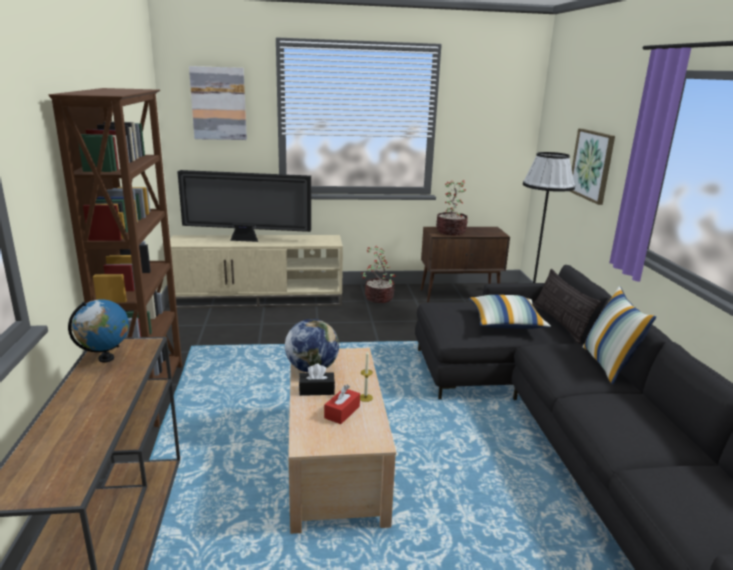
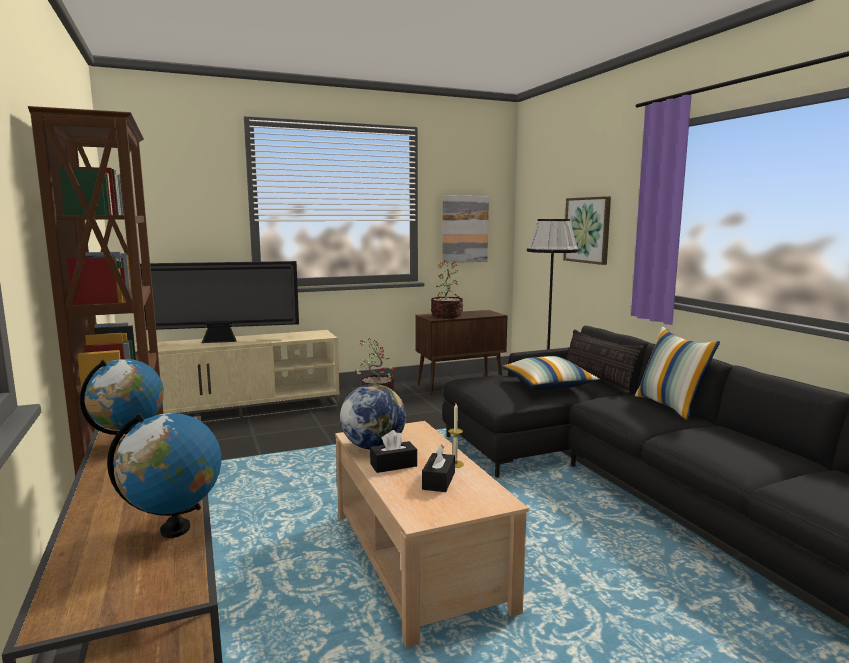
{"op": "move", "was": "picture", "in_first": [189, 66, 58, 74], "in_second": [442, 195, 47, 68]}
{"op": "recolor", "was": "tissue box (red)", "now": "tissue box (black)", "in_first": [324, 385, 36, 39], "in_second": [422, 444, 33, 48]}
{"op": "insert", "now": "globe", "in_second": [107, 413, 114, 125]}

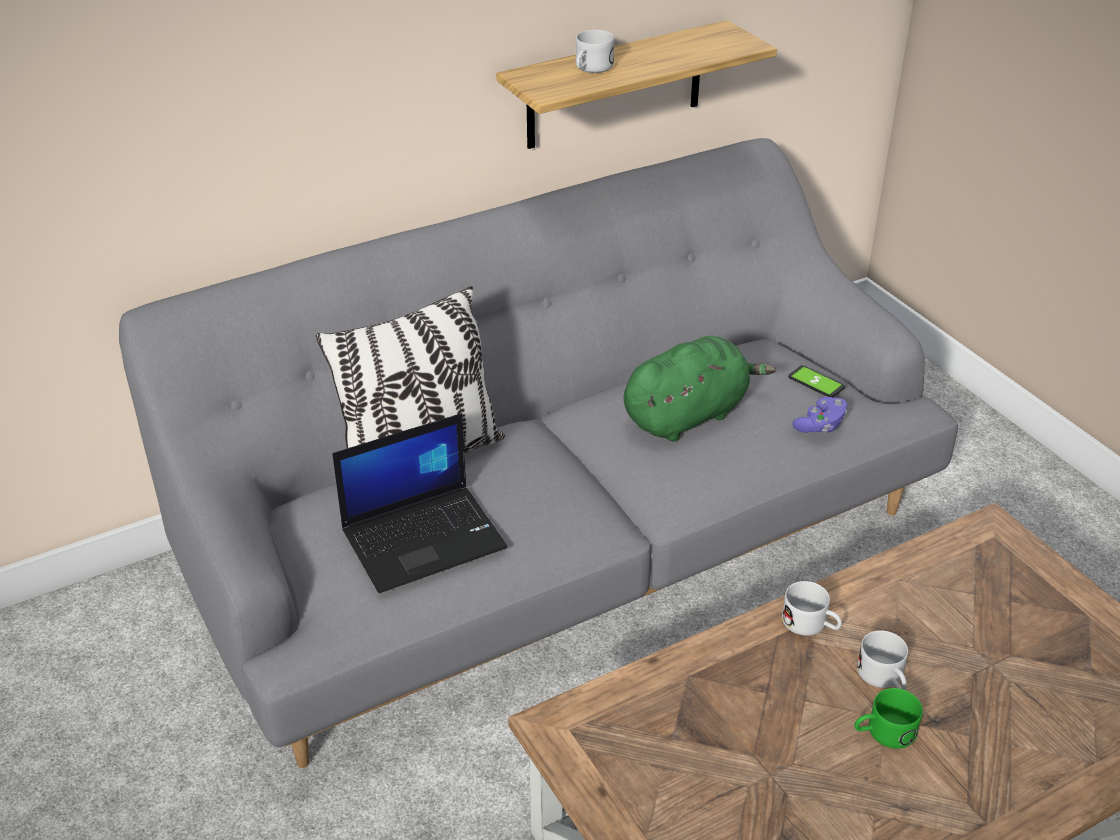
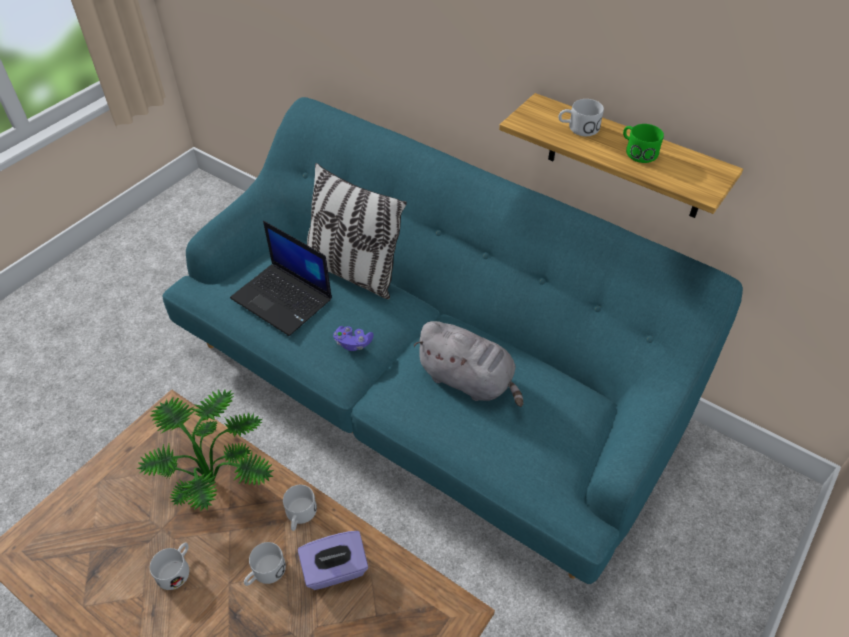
{"op": "recolor", "was": "sofa (grey)", "now": "sofa (turquoise)", "in_first": [119, 138, 839, 630], "in_second": [162, 97, 581, 487]}
{"op": "recolor", "was": "plush toy (green)", "now": "plush toy (grey)", "in_first": [623, 336, 153, 106], "in_second": [413, 321, 110, 86]}
{"op": "delete", "was": "phone", "in_first": [788, 365, 57, 32]}
{"op": "move", "was": "game controller (purple)", "in_first": [792, 397, 55, 36], "in_second": [333, 326, 41, 25]}
{"op": "move", "was": "mug (green)", "in_first": [855, 688, 68, 61], "in_second": [623, 124, 41, 39]}
{"op": "insert", "now": "potted plant", "in_second": [137, 390, 137, 122]}
{"op": "insert", "now": "mug (white)", "in_second": [150, 543, 39, 47]}
{"op": "insert", "now": "tissue box (purple)", "in_second": [298, 531, 70, 59]}

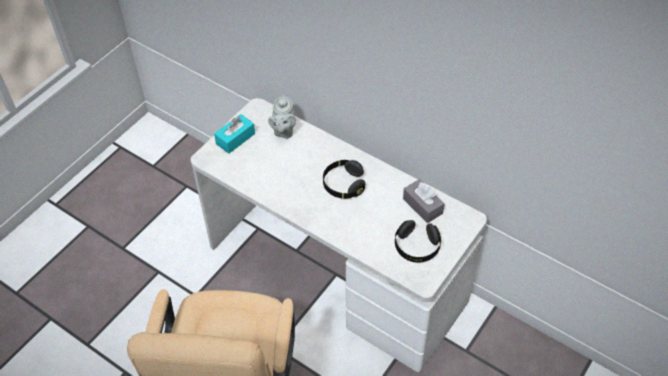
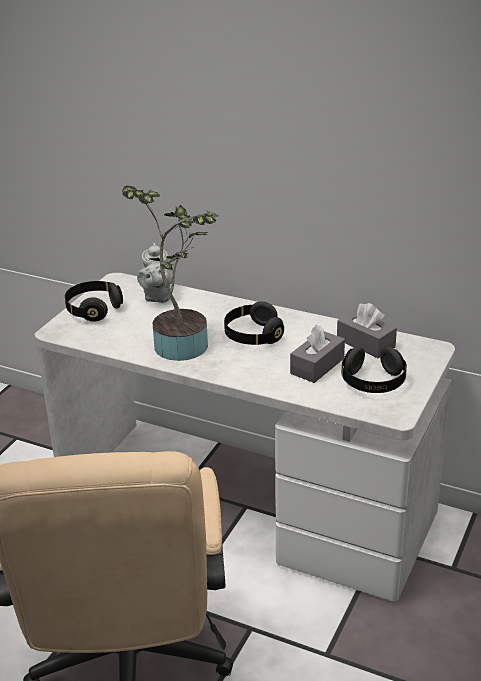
{"op": "replace", "was": "tissue box (turquoise)", "now": "headphones (black)", "in_first": [214, 114, 41, 40], "in_second": [65, 281, 58, 41]}
{"op": "insert", "now": "potted plant", "in_second": [122, 186, 97, 175]}
{"op": "insert", "now": "tissue box (grey)", "in_second": [290, 325, 55, 58]}

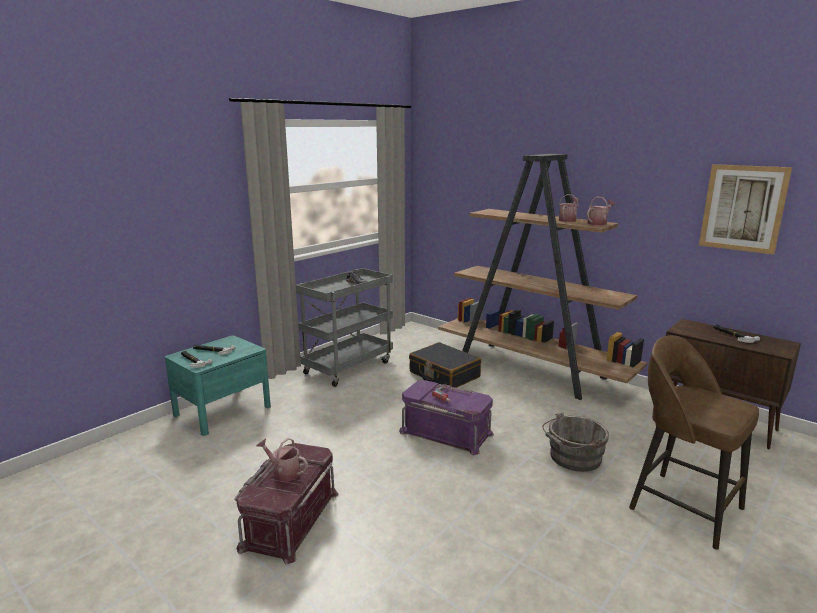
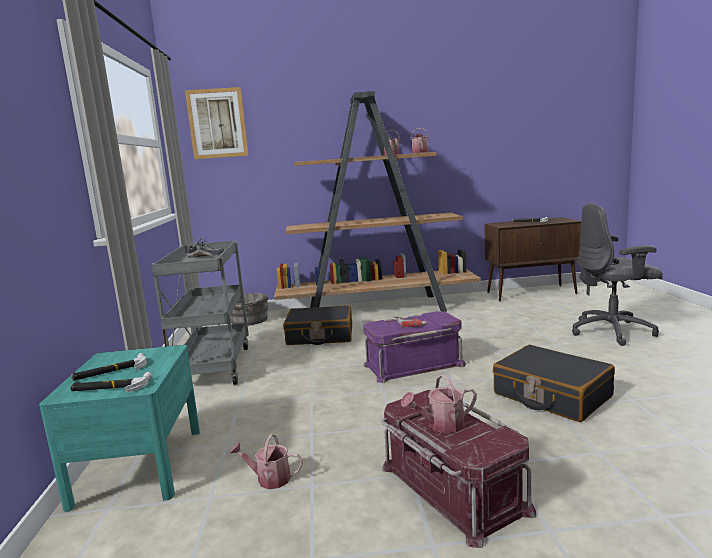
{"op": "move", "was": "bucket (grey)", "in_first": [542, 412, 67, 60], "in_second": [230, 293, 38, 33]}
{"op": "replace", "was": "stool (brown)", "now": "office chair (grey)", "in_first": [629, 335, 130, 215], "in_second": [572, 203, 91, 143]}
{"op": "move", "was": "picture", "in_first": [699, 164, 93, 91], "in_second": [185, 87, 64, 72]}
{"op": "insert", "now": "watering can", "in_second": [230, 434, 73, 55]}
{"op": "insert", "now": "suitcase (black)", "in_second": [493, 345, 122, 77]}

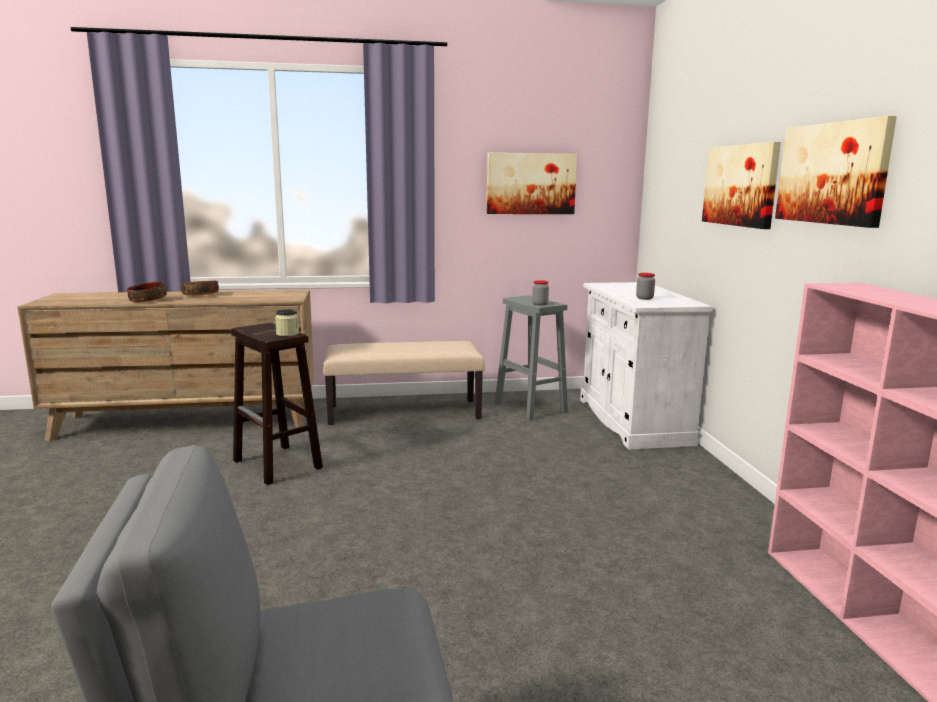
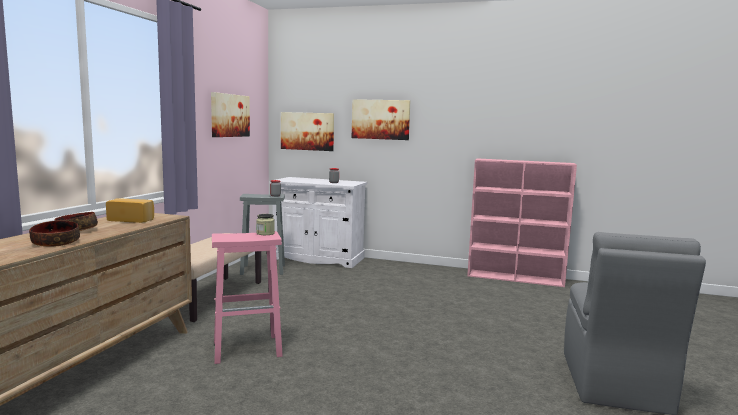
{"op": "recolor", "was": "stool (brown)", "now": "stool (pink)", "in_first": [231, 323, 92, 162], "in_second": [212, 231, 71, 133]}
{"op": "move", "was": "picture", "in_first": [775, 116, 122, 112], "in_second": [281, 112, 53, 39]}
{"op": "insert", "now": "bread", "in_second": [106, 198, 48, 25]}

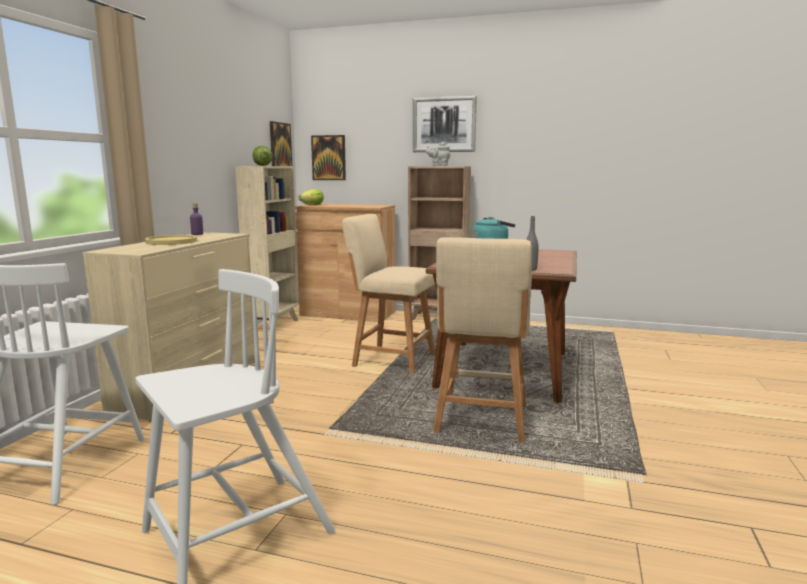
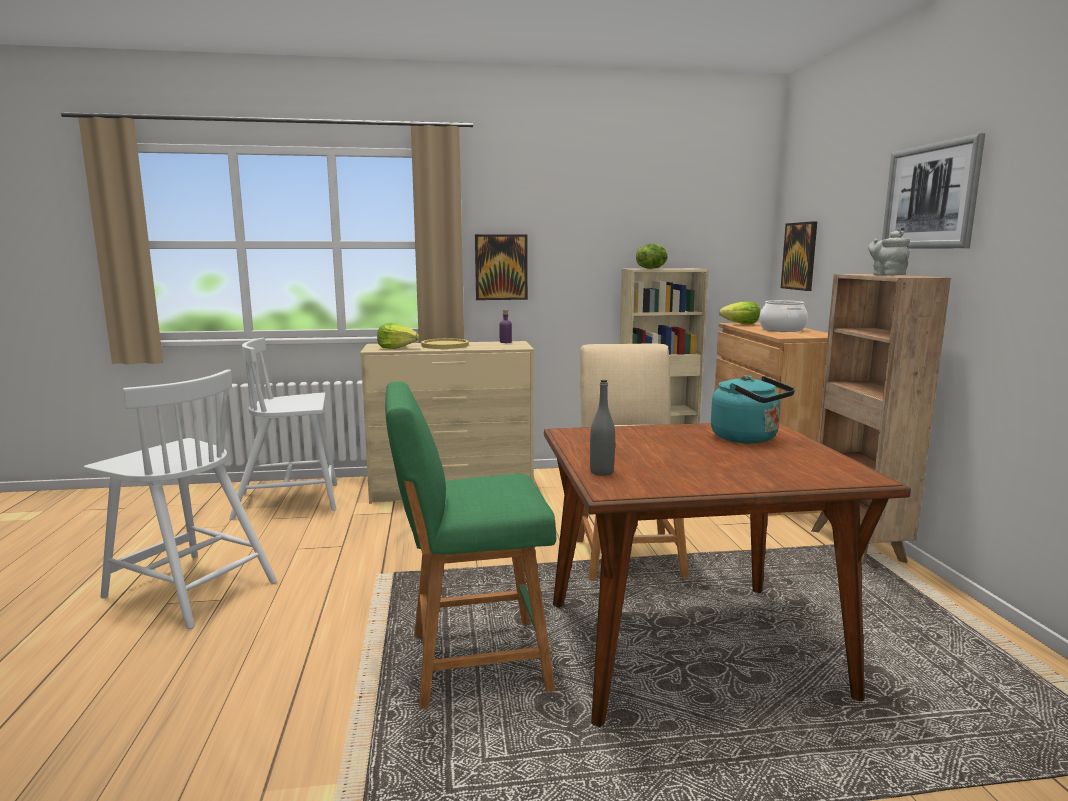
{"op": "move", "was": "picture", "in_first": [270, 121, 22, 45], "in_second": [475, 234, 53, 66]}
{"op": "recolor", "was": "stool (beige)", "now": "stool (green)", "in_first": [433, 237, 99, 205], "in_second": [385, 381, 171, 328]}
{"op": "insert", "now": "lettuce", "in_second": [377, 323, 42, 26]}
{"op": "insert", "now": "cooking pot", "in_second": [759, 300, 49, 32]}

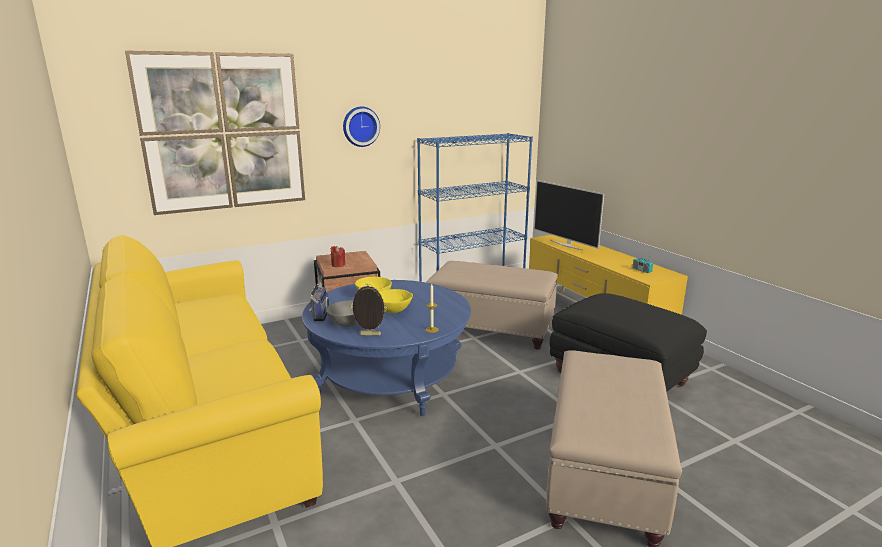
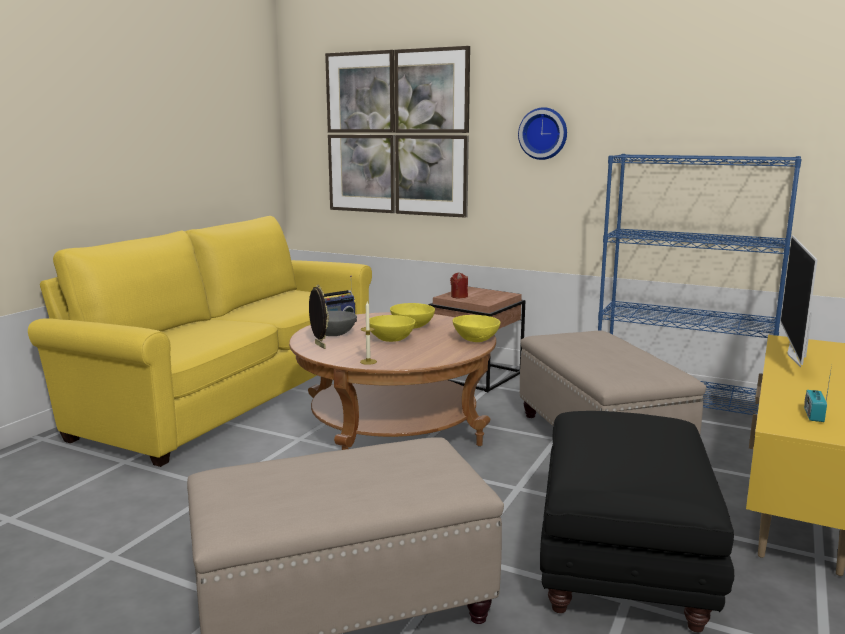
{"op": "recolor", "was": "coffee table (blue)", "now": "coffee table (brown)", "in_first": [302, 280, 169, 136], "in_second": [289, 312, 207, 138]}
{"op": "insert", "now": "bowl (yellow)", "in_second": [453, 315, 47, 27]}

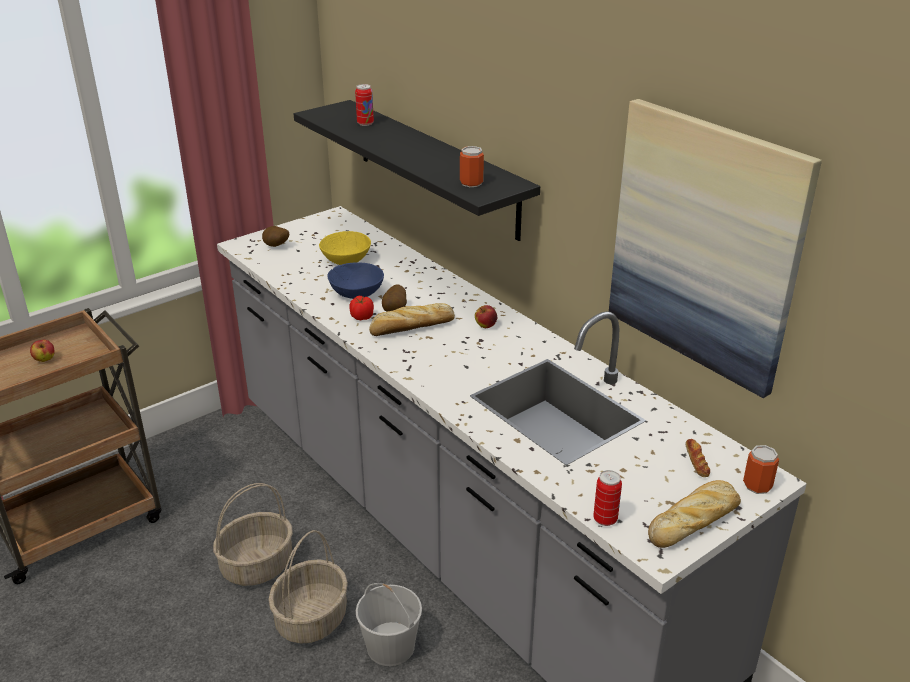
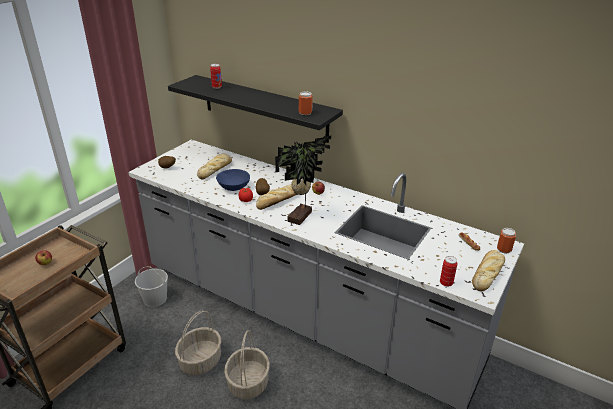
{"op": "replace", "was": "bowl (yellow)", "now": "bread", "in_first": [319, 231, 52, 34], "in_second": [197, 153, 35, 26]}
{"op": "move", "was": "bucket (white)", "in_first": [356, 583, 66, 83], "in_second": [135, 266, 33, 41]}
{"op": "delete", "was": "picture", "in_first": [609, 99, 213, 299]}
{"op": "insert", "now": "potted plant", "in_second": [275, 136, 56, 89]}

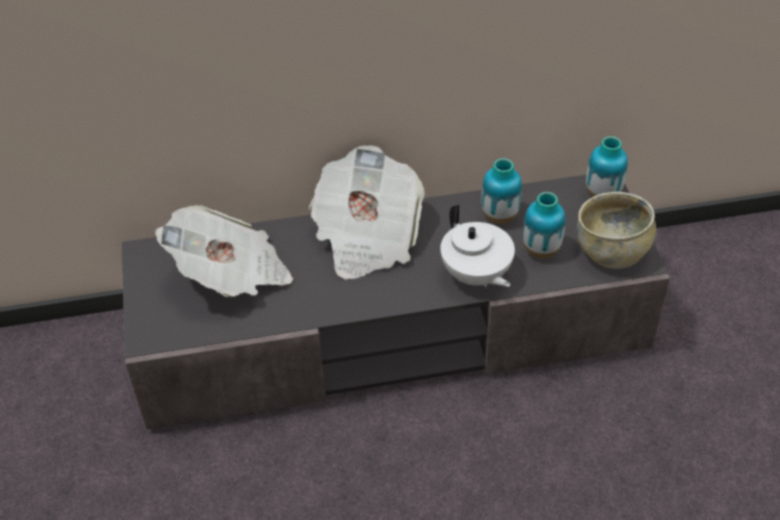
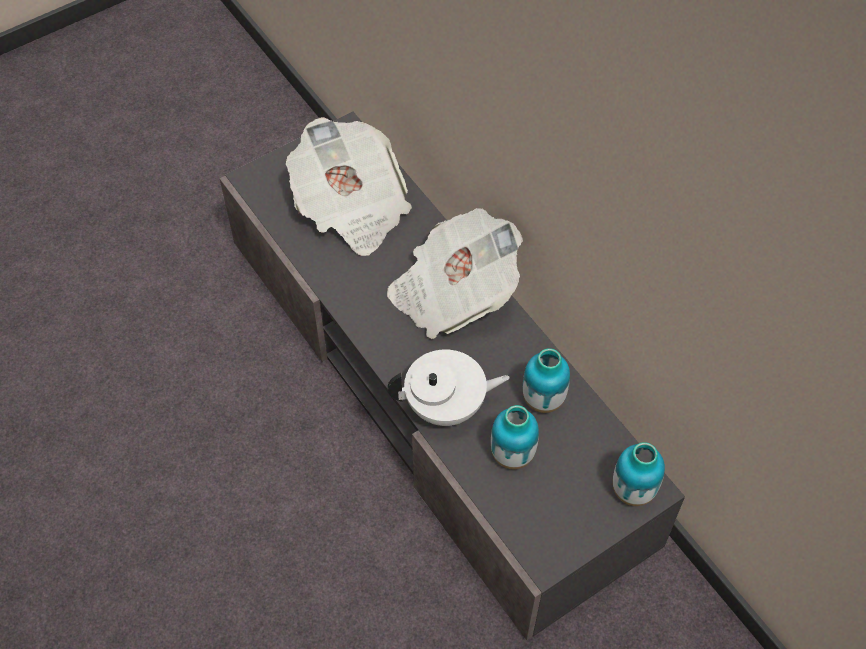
{"op": "rotate", "was": "teapot (white)", "in_first": [440, 204, 75, 83], "in_second": [388, 349, 122, 77], "clockwise": -135}
{"op": "delete", "was": "bowl (beige)", "in_first": [576, 192, 80, 77]}

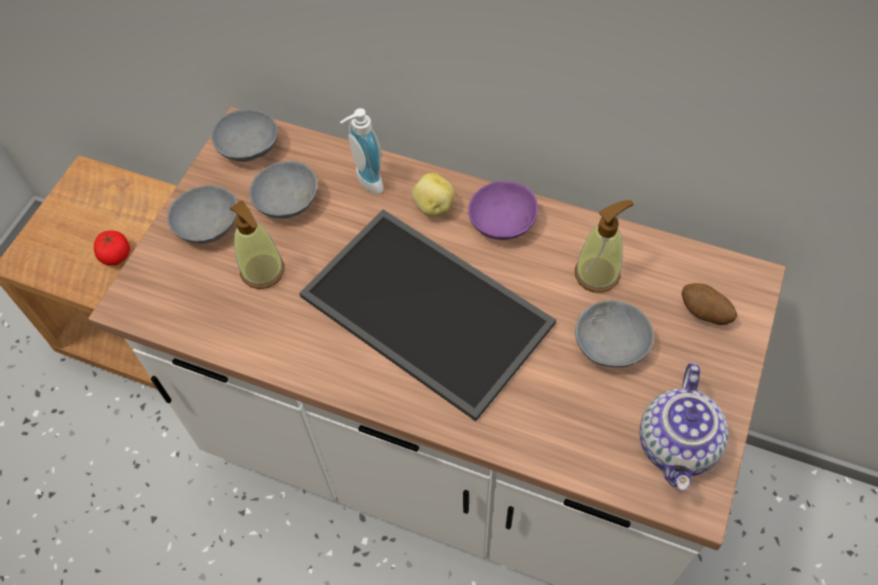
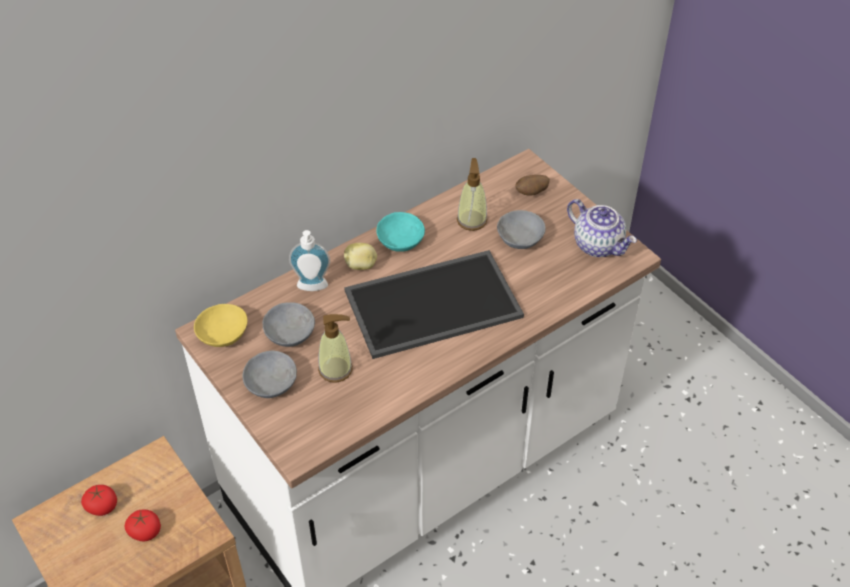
{"op": "recolor", "was": "bowl (grey)", "now": "bowl (yellow)", "in_first": [211, 109, 67, 53], "in_second": [194, 304, 54, 43]}
{"op": "recolor", "was": "bowl (purple)", "now": "bowl (turquoise)", "in_first": [468, 181, 70, 59], "in_second": [376, 212, 49, 40]}
{"op": "insert", "now": "tomato", "in_second": [81, 485, 36, 31]}

